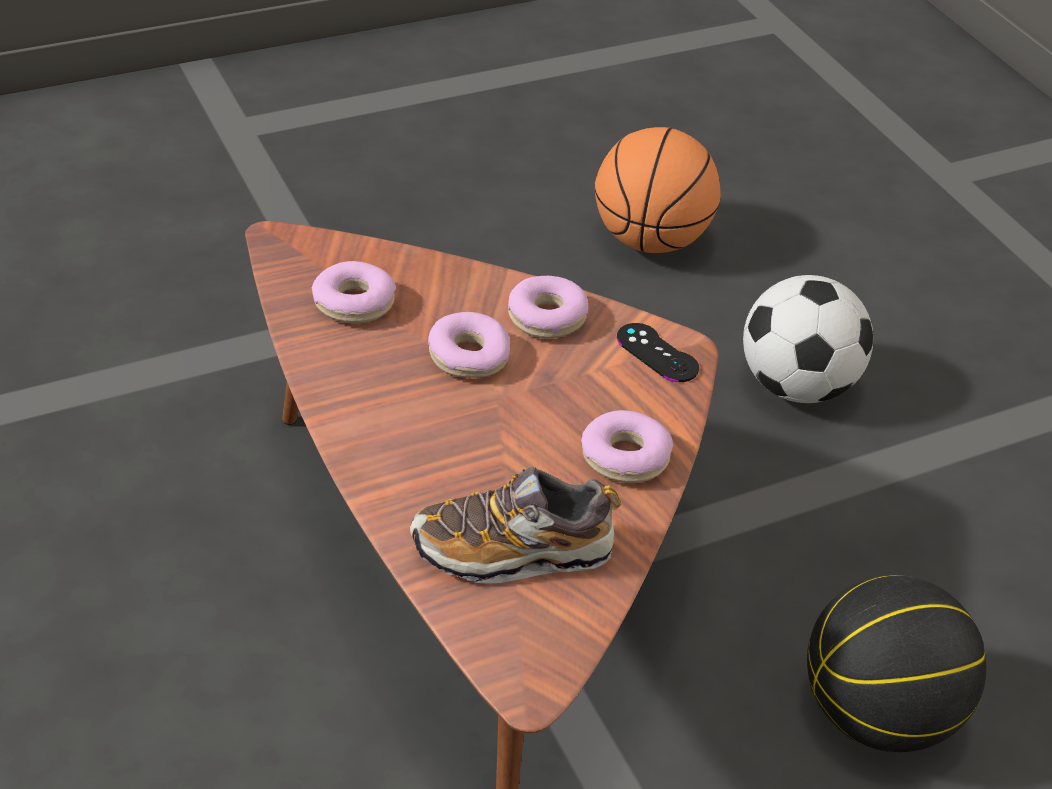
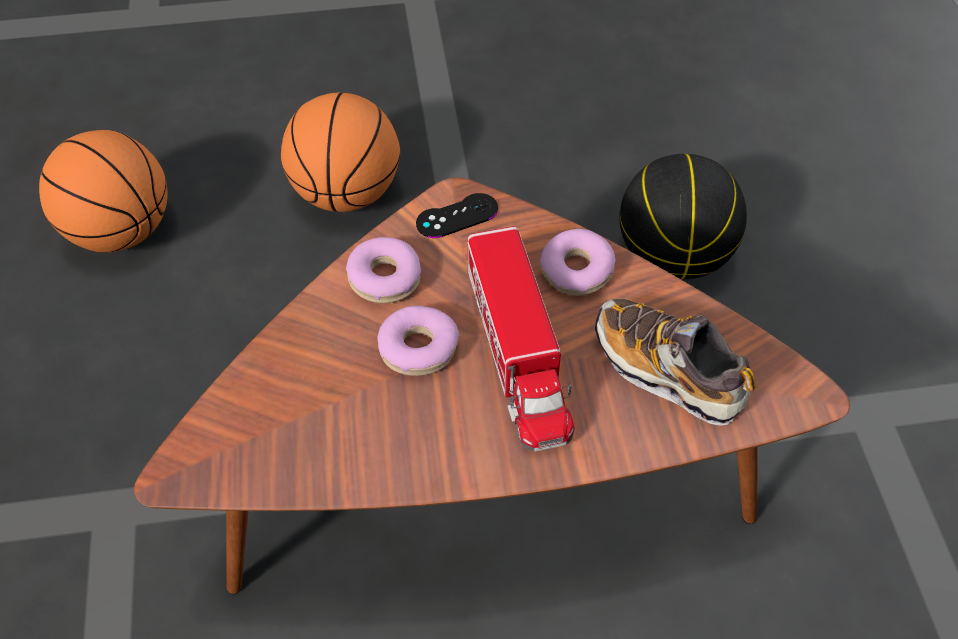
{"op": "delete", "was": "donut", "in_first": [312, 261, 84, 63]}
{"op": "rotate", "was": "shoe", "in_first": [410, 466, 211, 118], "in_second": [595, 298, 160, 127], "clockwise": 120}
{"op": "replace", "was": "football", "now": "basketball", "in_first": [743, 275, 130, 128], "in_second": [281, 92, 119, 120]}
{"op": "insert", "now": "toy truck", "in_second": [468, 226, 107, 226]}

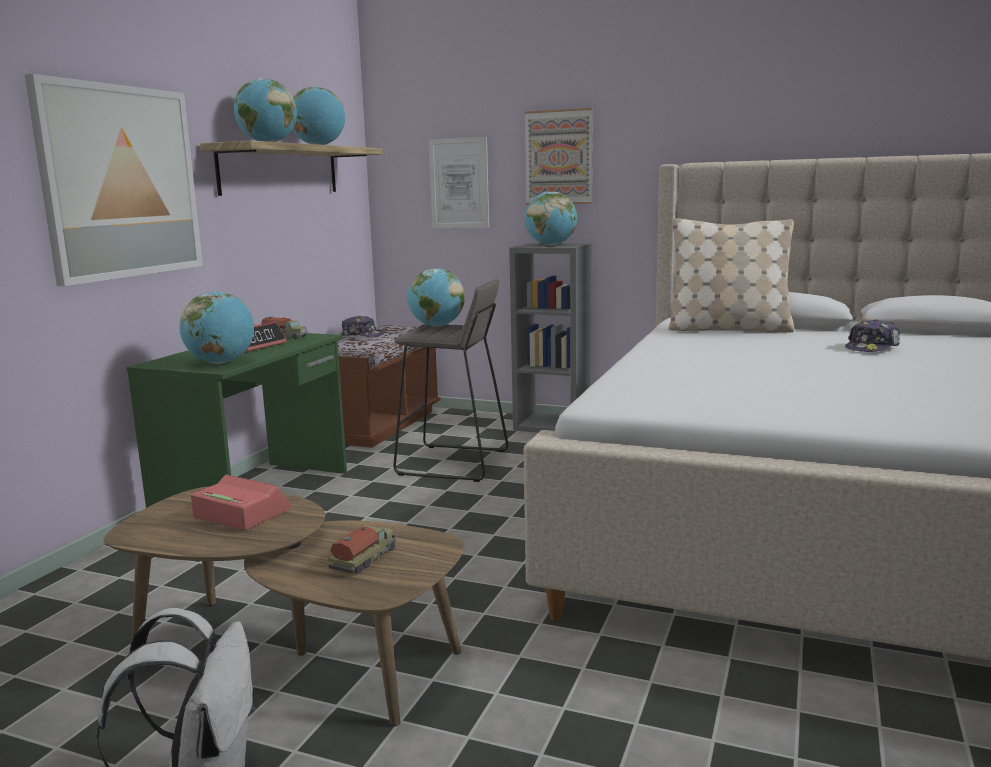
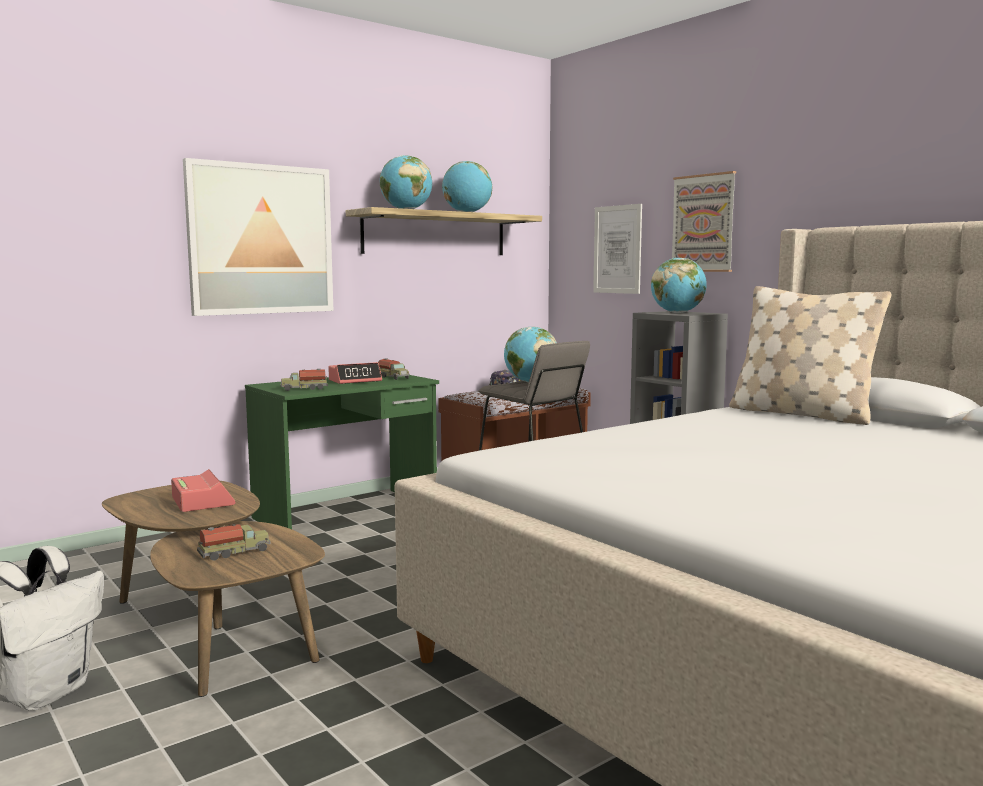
{"op": "replace", "was": "globe", "now": "toy truck", "in_first": [179, 291, 75, 73], "in_second": [280, 369, 48, 22]}
{"op": "delete", "was": "cap", "in_first": [845, 319, 56, 33]}

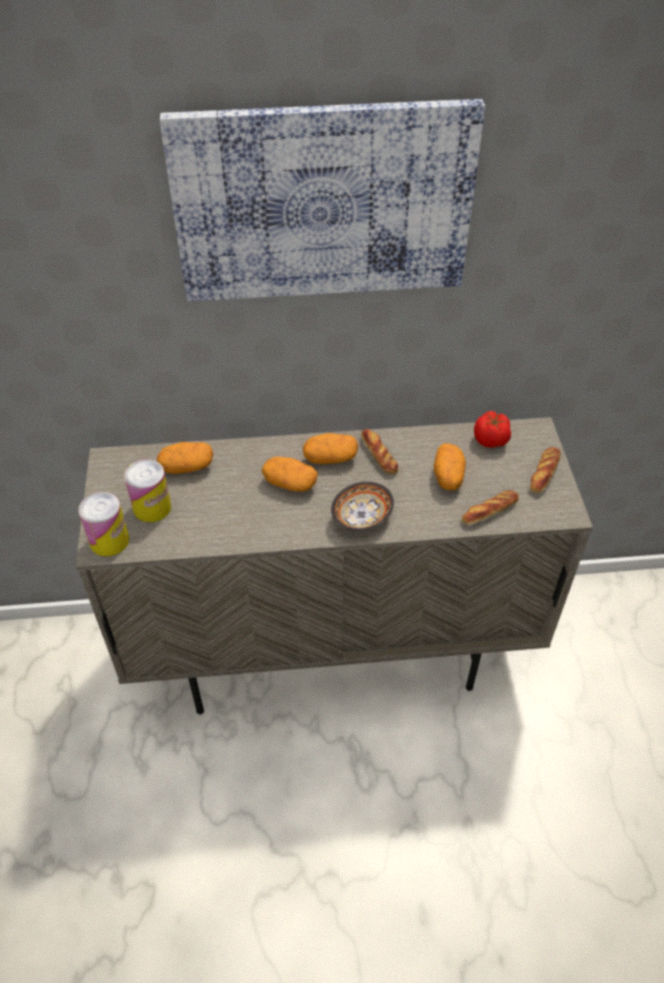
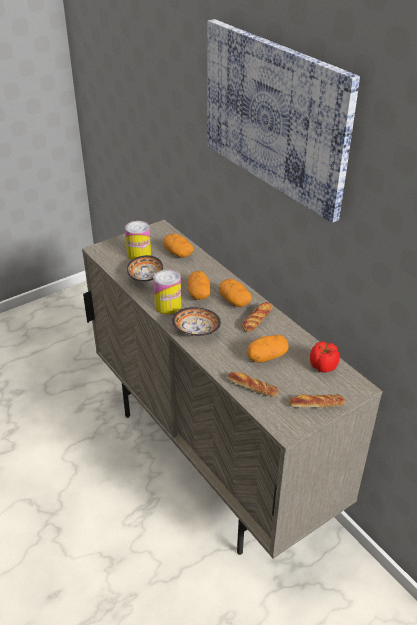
{"op": "move", "was": "can", "in_first": [78, 492, 51, 65], "in_second": [153, 270, 28, 45]}
{"op": "insert", "now": "bowl", "in_second": [127, 255, 36, 27]}

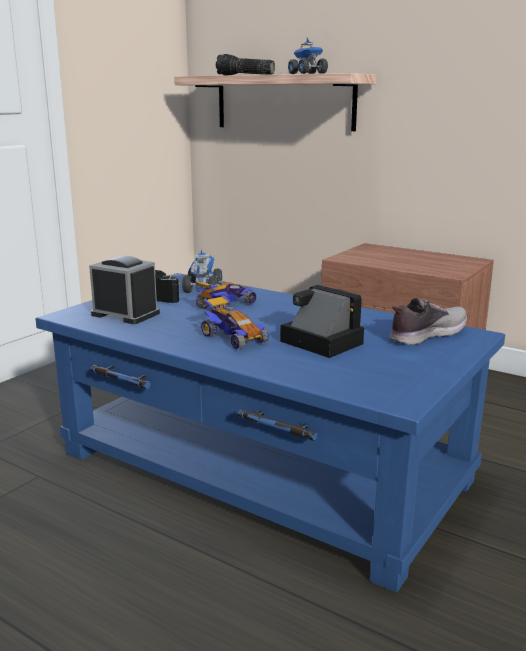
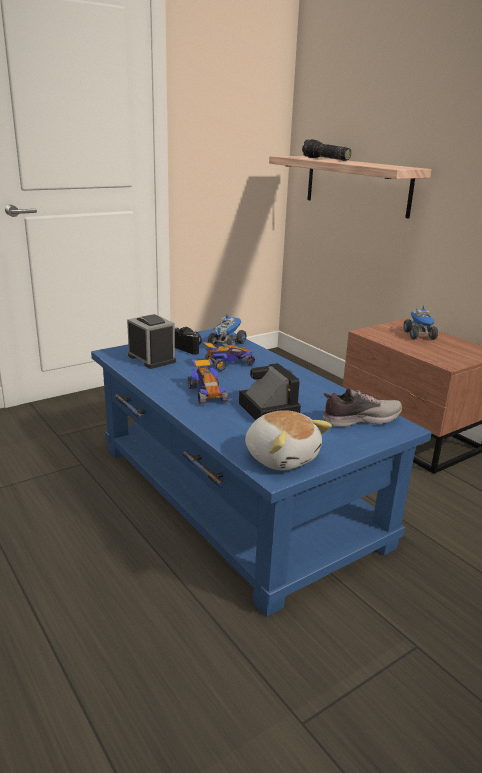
{"op": "move", "was": "toy truck", "in_first": [288, 38, 40, 36], "in_second": [404, 304, 34, 36]}
{"op": "insert", "now": "plush toy", "in_second": [245, 410, 87, 61]}

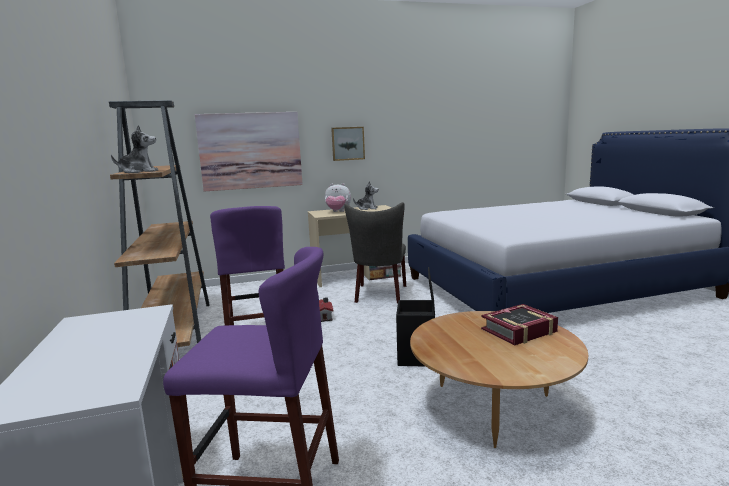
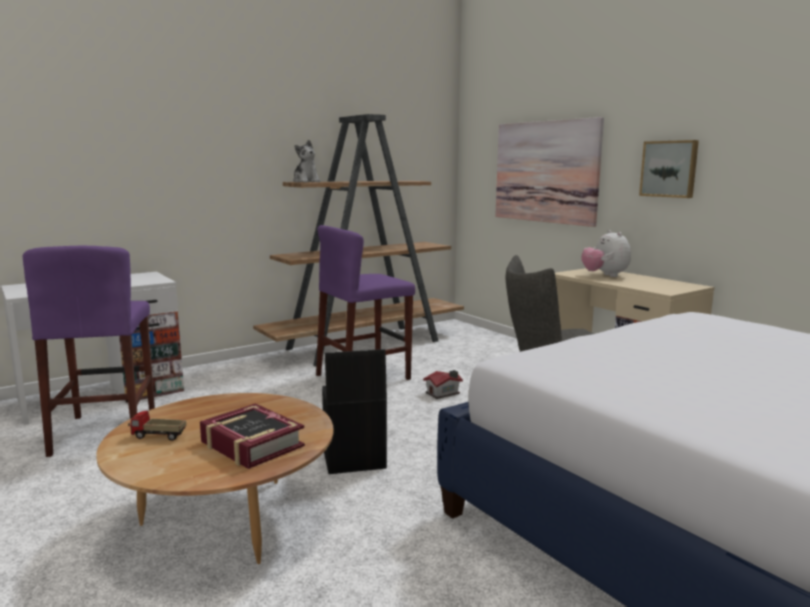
{"op": "delete", "was": "plush toy", "in_first": [353, 181, 26, 29]}
{"op": "insert", "now": "toy truck", "in_second": [128, 411, 58, 30]}

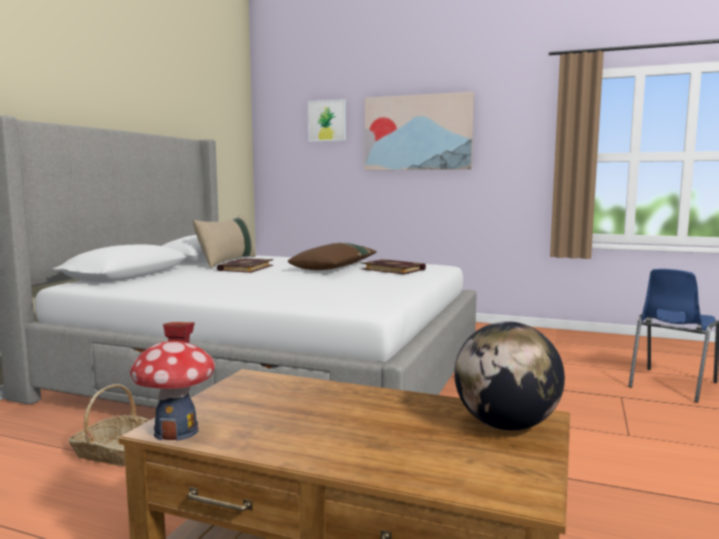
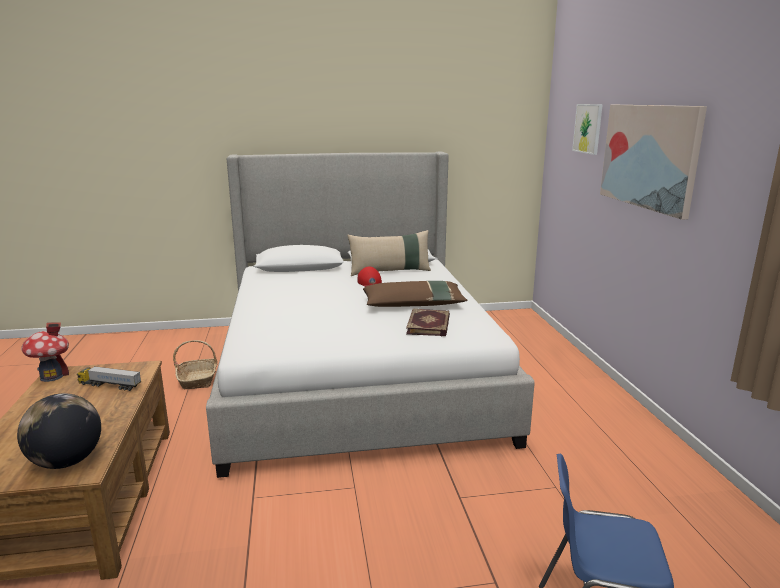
{"op": "replace", "was": "book", "now": "cap (red)", "in_first": [217, 258, 56, 15], "in_second": [357, 266, 25, 21]}
{"op": "insert", "now": "toy truck", "in_second": [77, 366, 64, 25]}

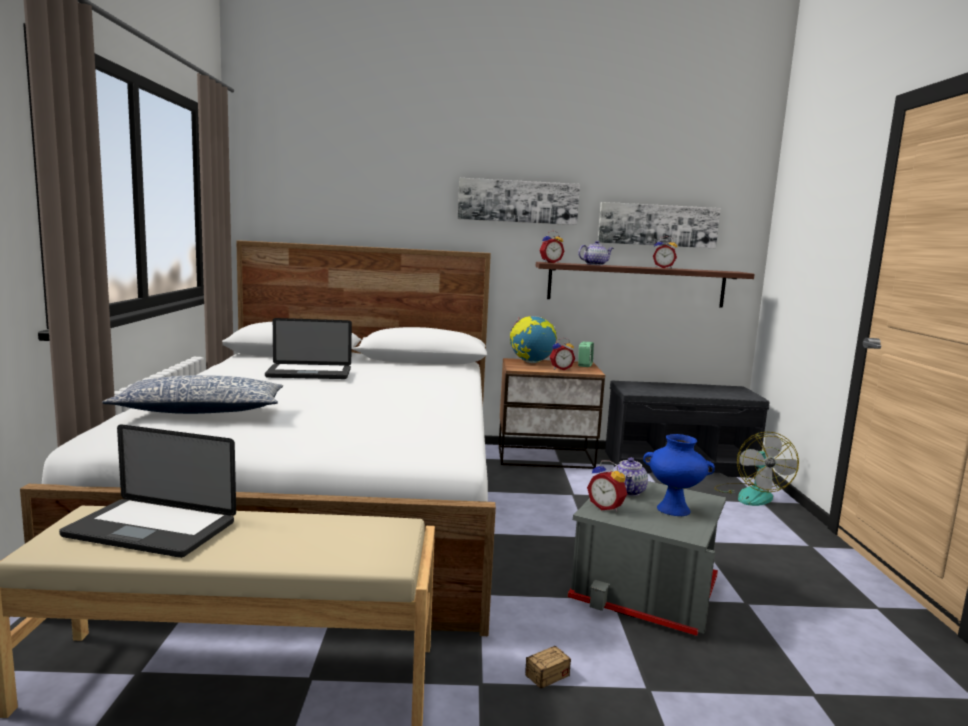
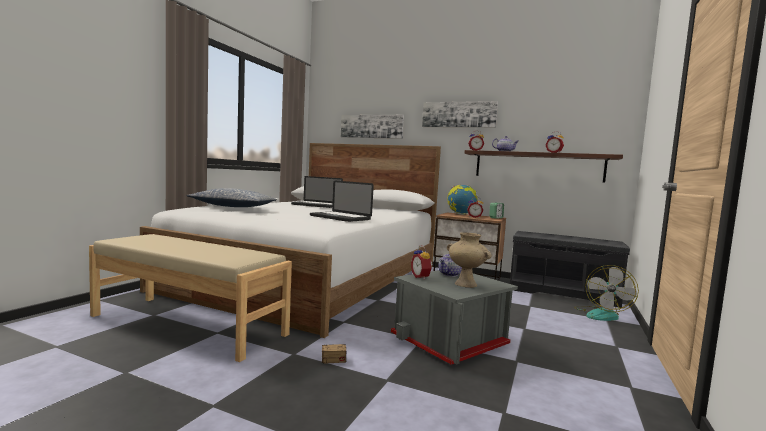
{"op": "move", "was": "laptop", "in_first": [59, 424, 177, 134], "in_second": [310, 181, 64, 41]}
{"op": "move", "was": "picture", "in_first": [598, 202, 122, 46], "in_second": [341, 115, 63, 24]}
{"op": "recolor", "was": "vase (blue)", "now": "vase (beige)", "in_first": [643, 434, 72, 82], "in_second": [447, 232, 44, 56]}

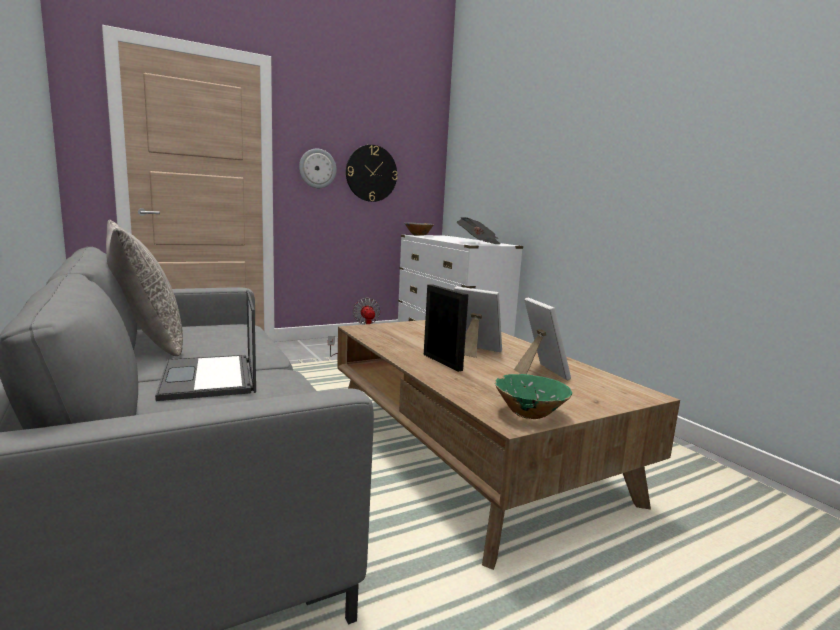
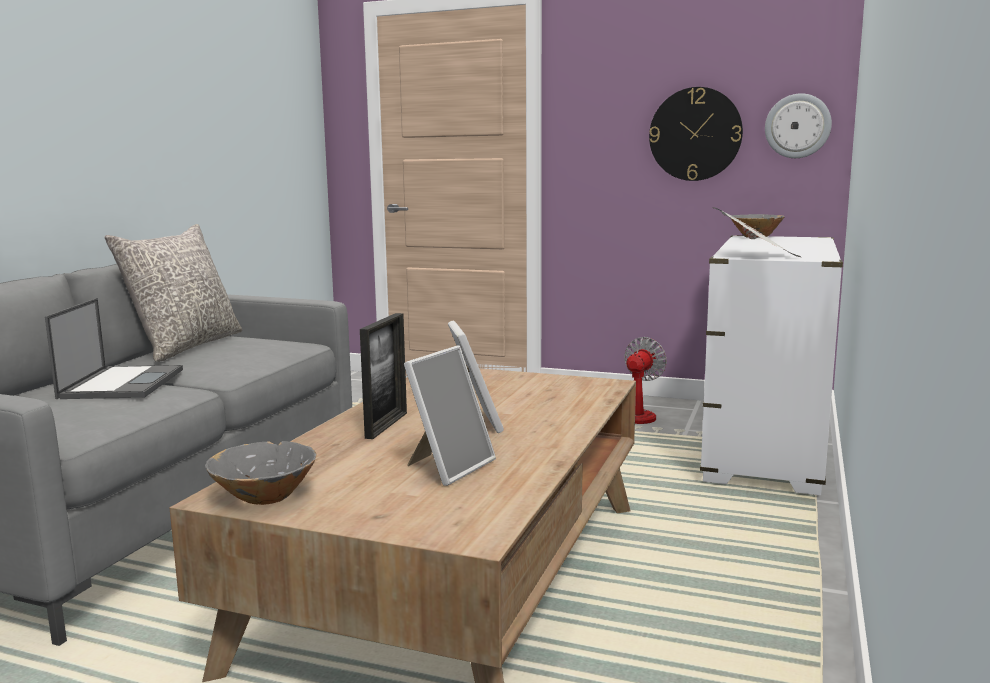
{"op": "rotate", "was": "laptop", "in_first": [155, 290, 101, 111], "in_second": [45, 298, 138, 101], "clockwise": 150}
{"op": "move", "was": "wall clock", "in_first": [299, 148, 37, 40], "in_second": [765, 93, 67, 65]}
{"op": "recolor", "was": "bowl (green)", "now": "bowl (grey)", "in_first": [495, 374, 77, 45], "in_second": [205, 441, 111, 64]}

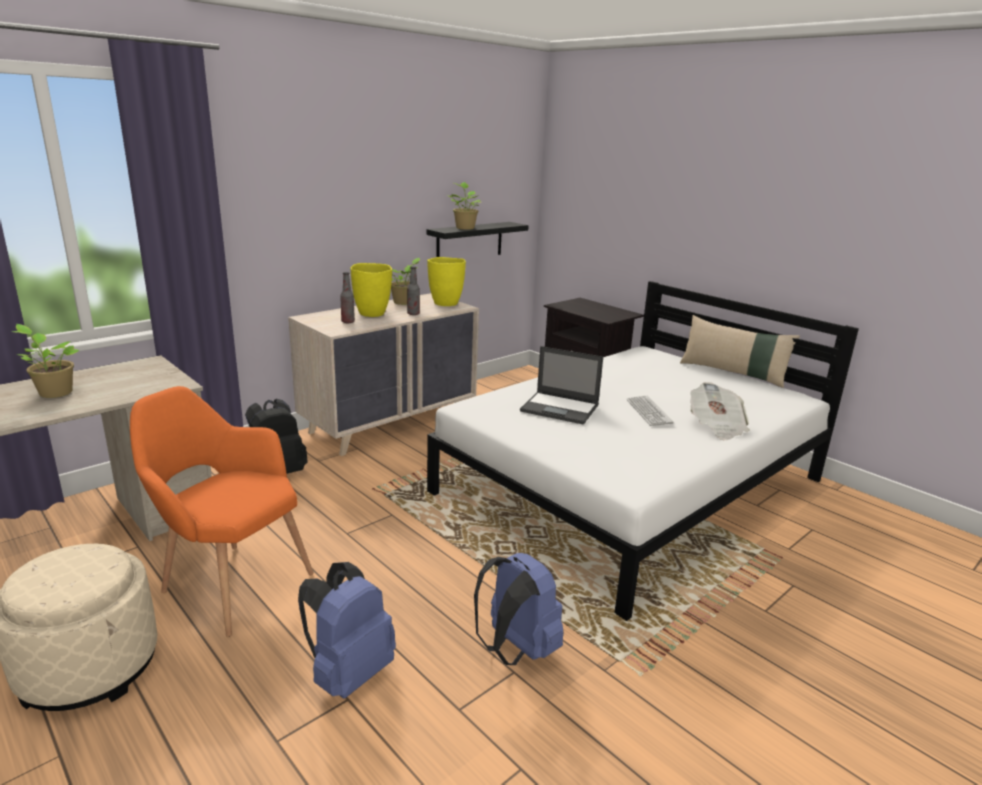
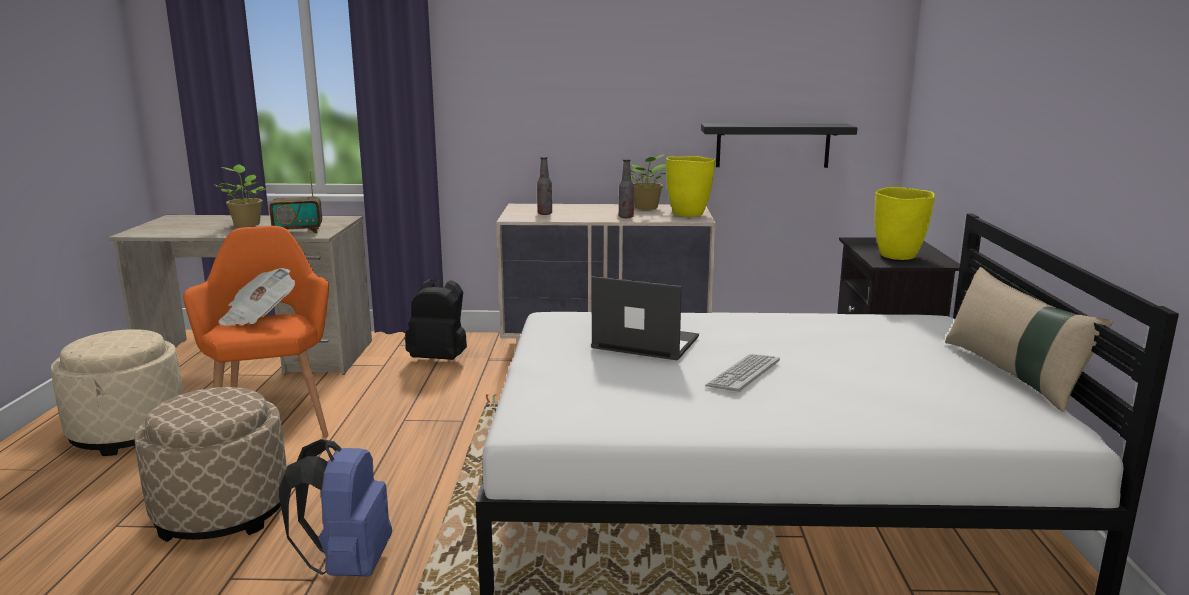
{"op": "replace", "was": "backpack (blue)", "now": "ottoman (beige)", "in_first": [298, 562, 98, 137], "in_second": [134, 387, 153, 155]}
{"op": "move", "was": "vase (yellow)", "in_first": [351, 263, 41, 54], "in_second": [875, 187, 60, 73]}
{"op": "delete", "was": "potted plant", "in_first": [447, 182, 34, 48]}
{"op": "rotate", "was": "laptop", "in_first": [520, 346, 83, 79], "in_second": [591, 276, 108, 85], "clockwise": 135}
{"op": "move", "was": "newspaper", "in_first": [690, 382, 60, 58], "in_second": [218, 268, 77, 57]}
{"op": "insert", "now": "radio", "in_second": [269, 171, 53, 62]}

